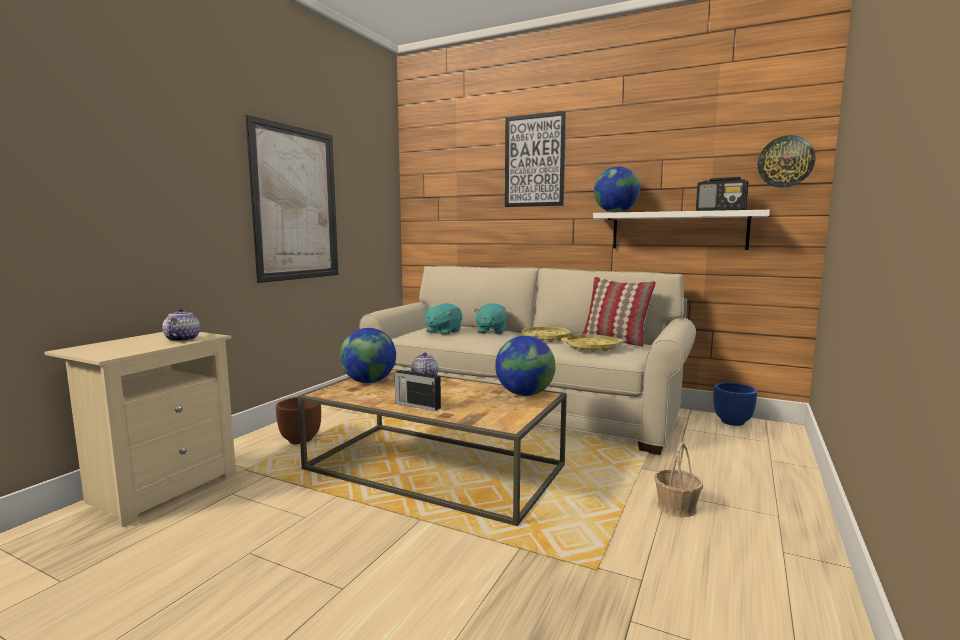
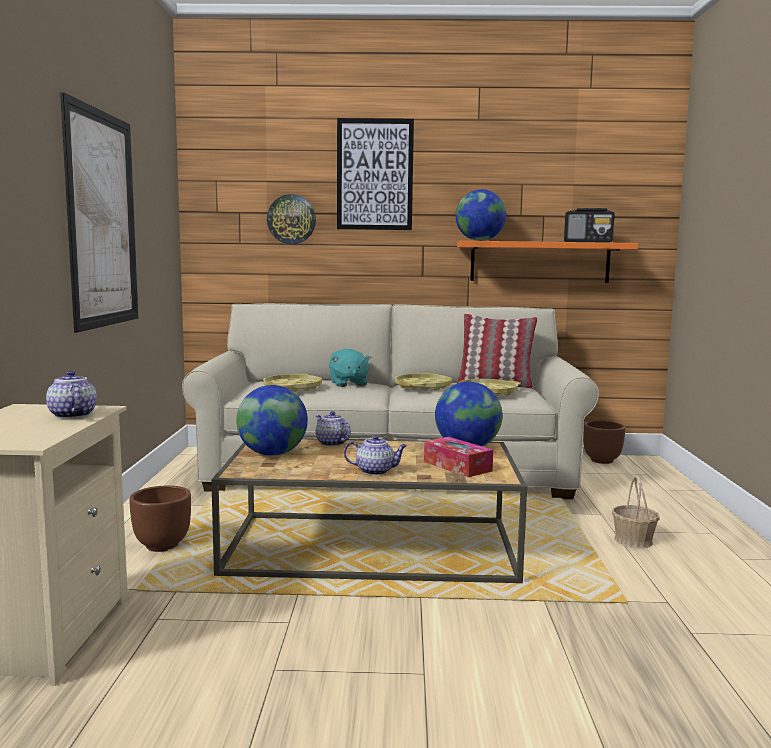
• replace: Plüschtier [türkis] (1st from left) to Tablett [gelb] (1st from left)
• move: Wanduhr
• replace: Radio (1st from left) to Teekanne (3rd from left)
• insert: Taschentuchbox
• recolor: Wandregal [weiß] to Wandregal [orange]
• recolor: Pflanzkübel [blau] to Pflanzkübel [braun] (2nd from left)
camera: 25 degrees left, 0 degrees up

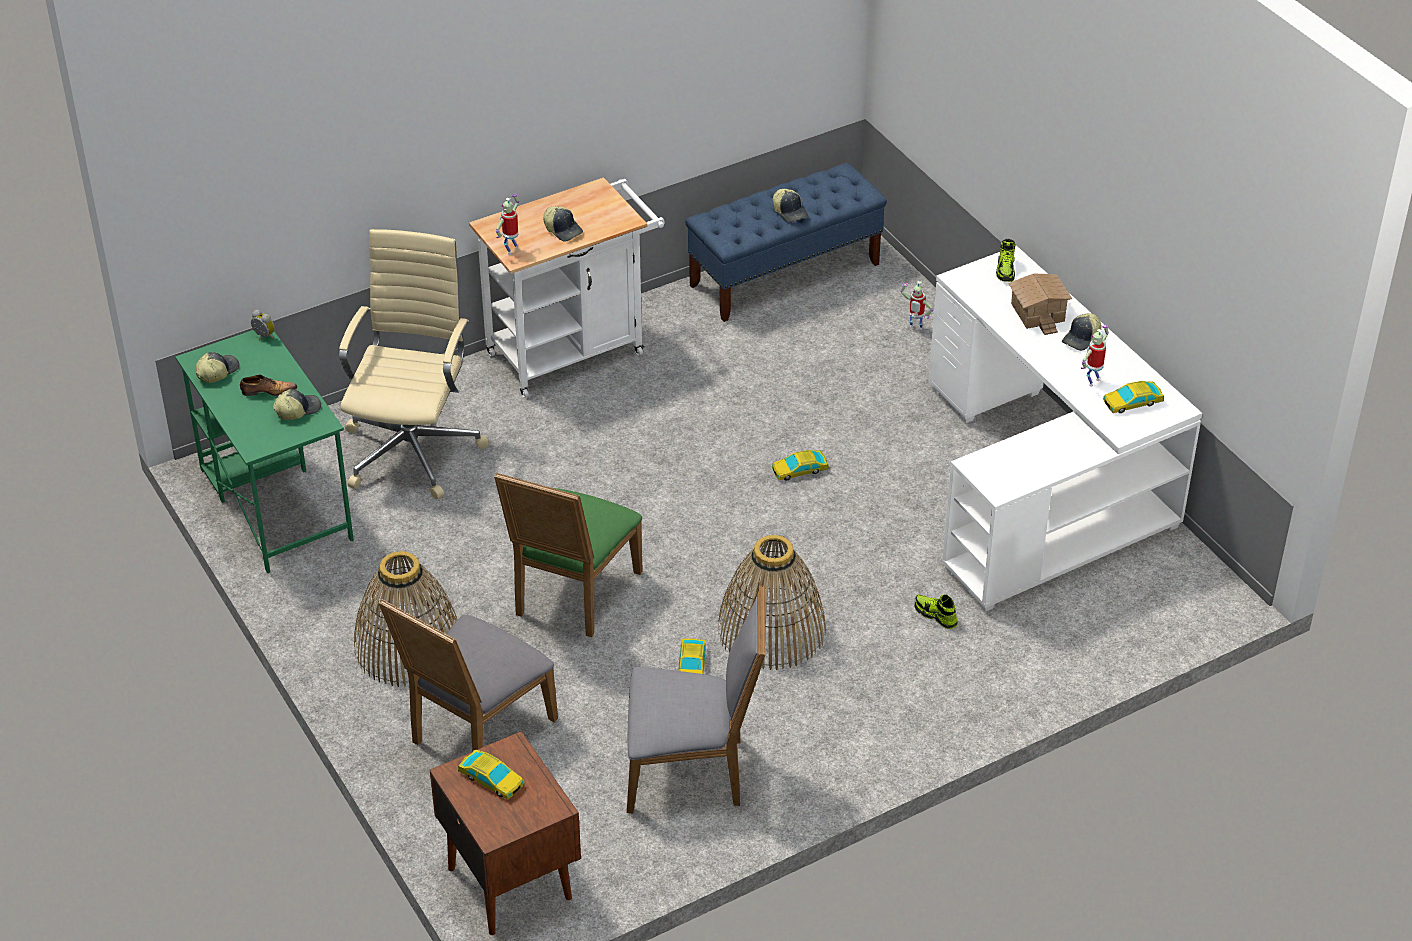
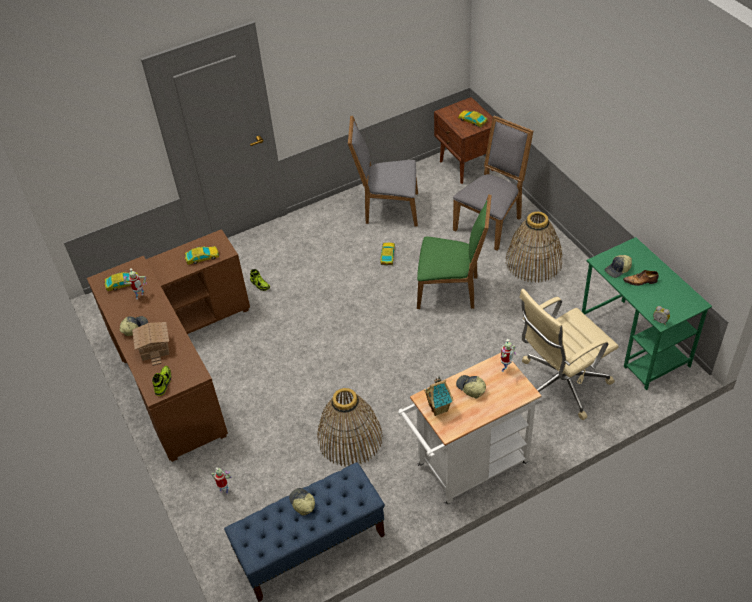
• recolor: Schreibtisch [weiß] to Schreibtisch [braun]
• move: Spielzeugauto (3rd from left in the first image) to Spielzeugauto (2nd from left)
• move: Korb (2nd from left in the first image) to Korb (1st from left)
• rotate: Stuhl [grün] 75 degrees clockwise
• insert: Spielzeughaus (2nd from left)
• rotate: Bürostuhl [beige] 45 degrees clockwise
• delete: Kappe (1st from left)
camera: 175 degrees left, 5 degrees up

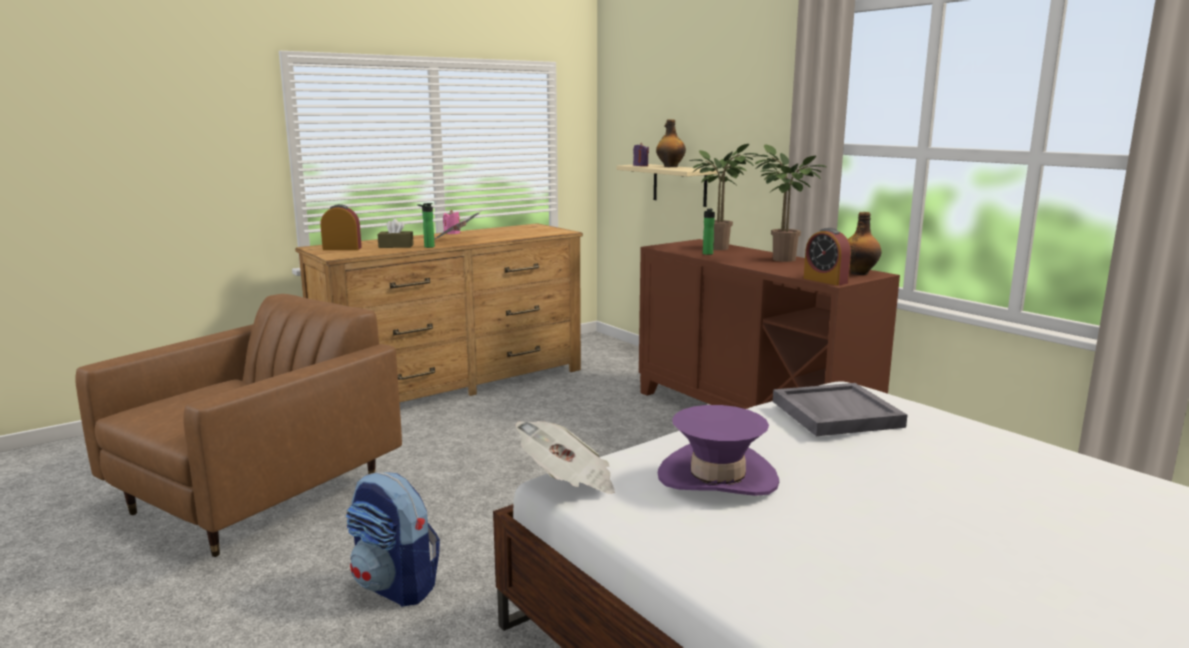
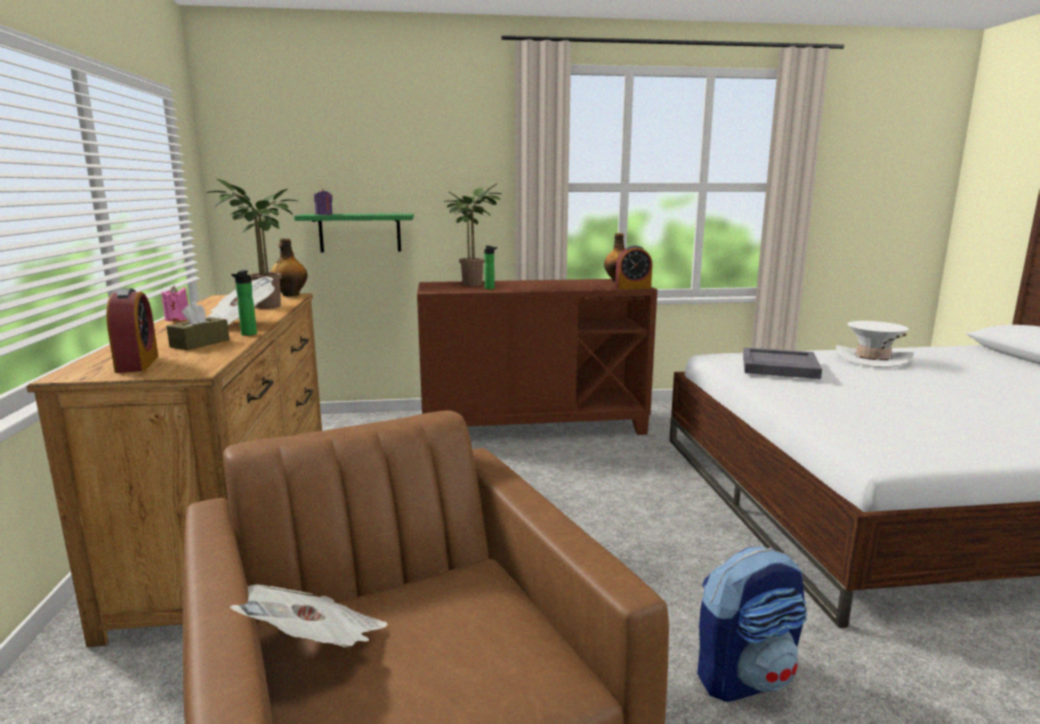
• rotate: Wecker (1st from left) 135 degrees clockwise
• move: Topfpflanze (2nd from left in the first image) to Topfpflanze (1st from left)
• move: Zeitung (2nd from left)
• move: Flasche (2nd from left)
• recolor: Wandregal [beige] to Wandregal [grün]
• insert: Hut [weiß]
• delete: Hut [lila]
camera: 60 degrees left, 0 degrees up

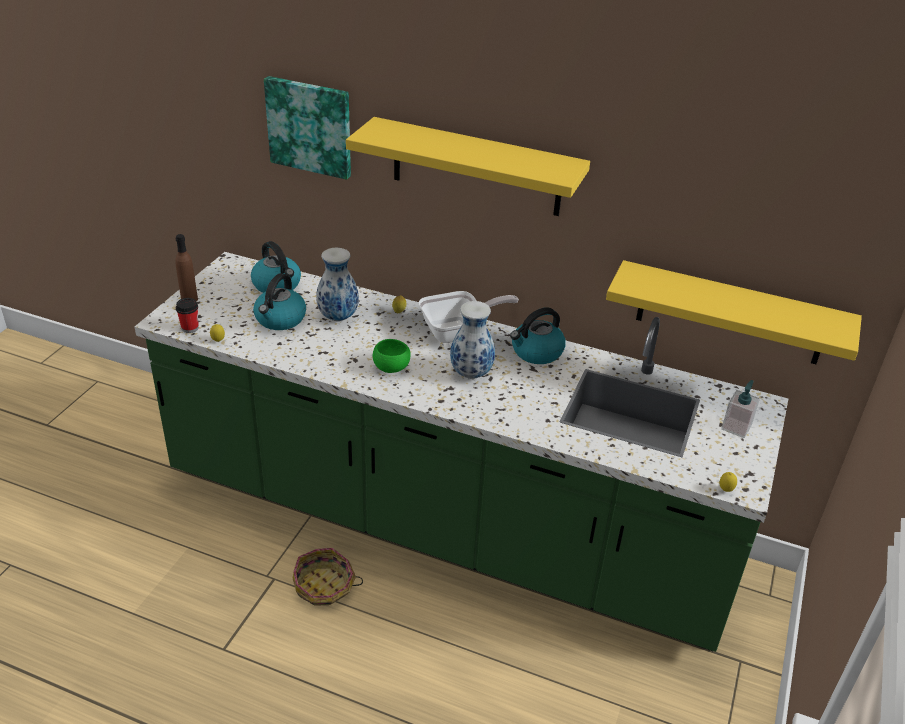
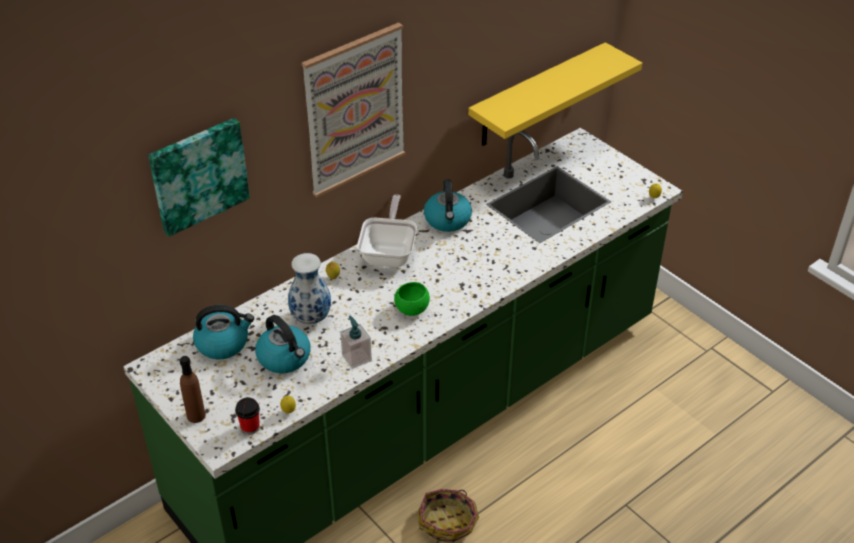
• replace: Wandregal [gelb] (1st from left) to Bild (2nd from left)
• move: Seifenspender
• delete: Vase (2nd from left)
camera: 60 degrees left, 5 degrees up

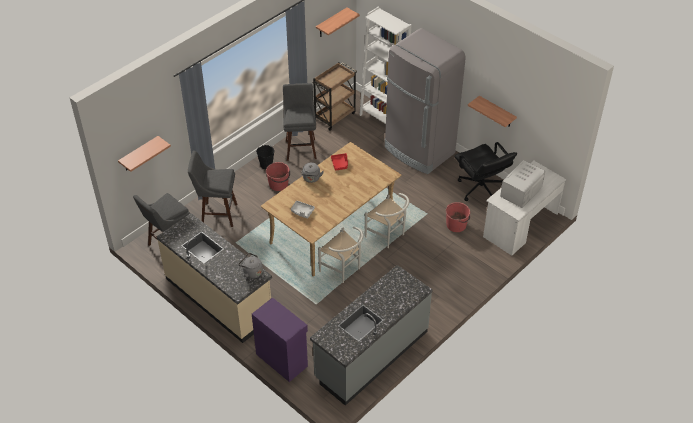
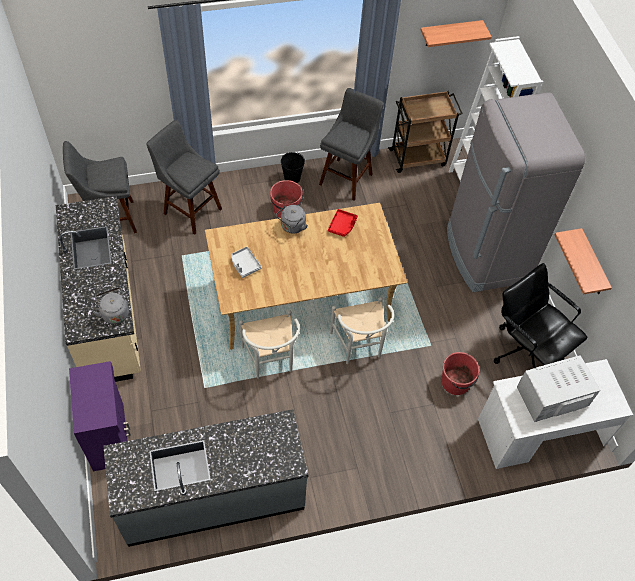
• rotate: Bürostuhl [schwarz] 135 degrees clockwise
• delete: Wandregal (1st from left)
camera: 30 degrees right, 10 degrees up

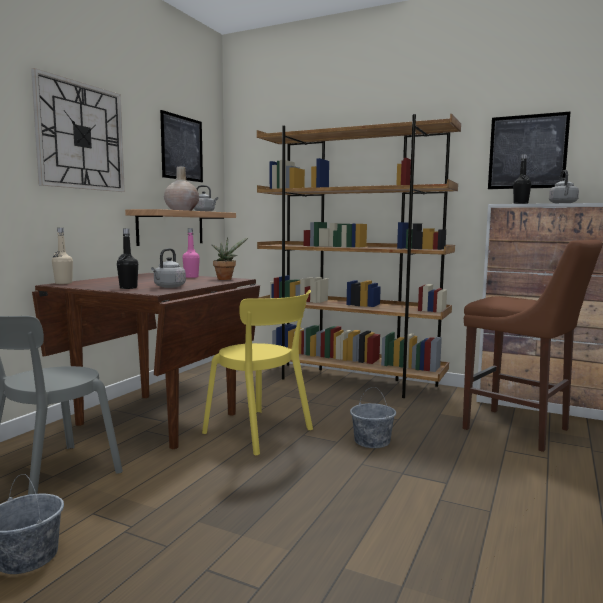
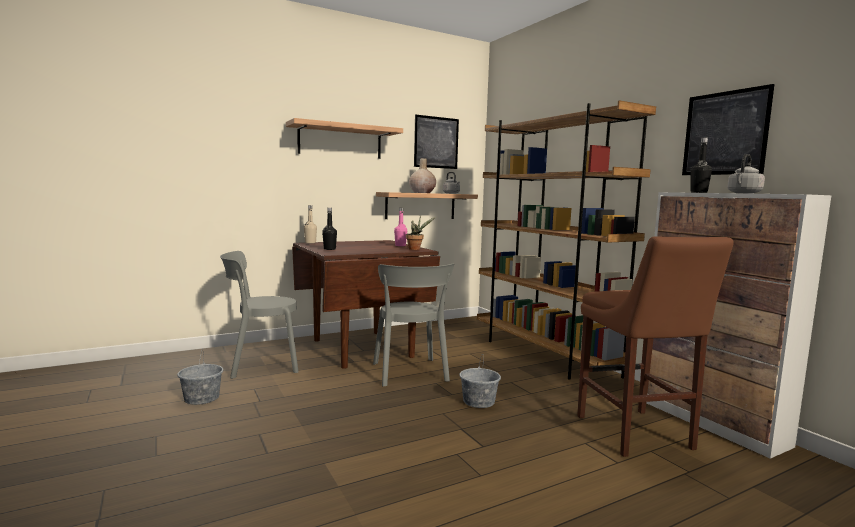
• replace: Wanduhr to Wandregal (1st from left)
• recolor: Stuhl [gelb] to Stuhl [grau] (2nd from left)
• delete: Wasserkessel [grau] (1st from left)
camera: 35 degrees right, 0 degrees up

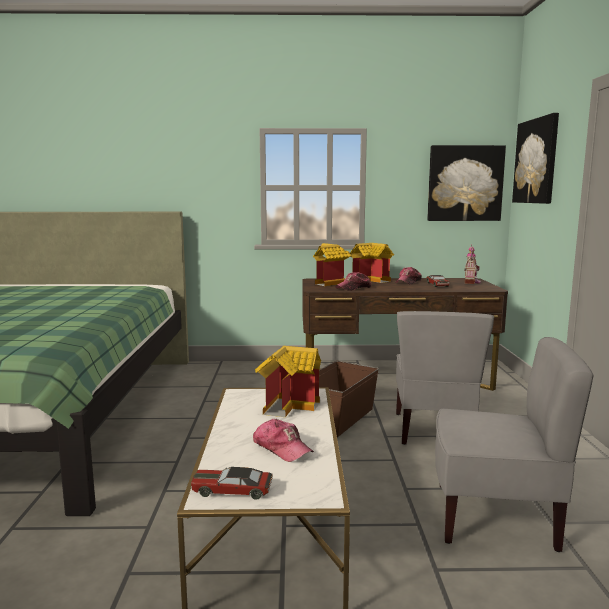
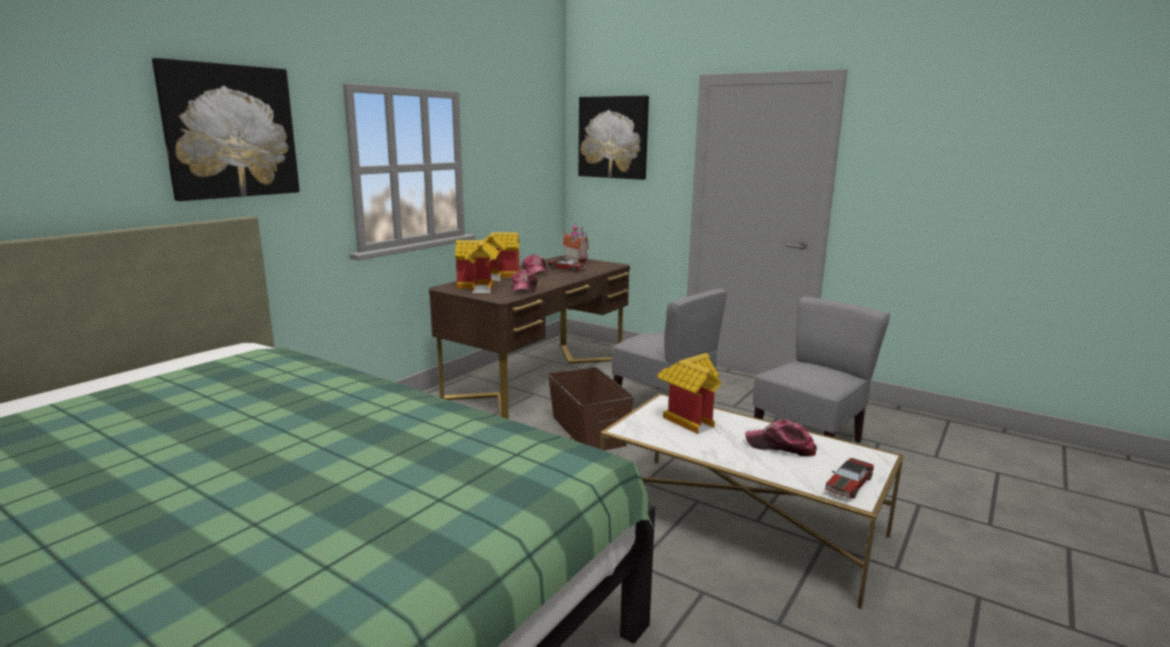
• move: Bild (1st from left)
• rotate: Kappe (1st from left in the first image) 150 degrees counterclockwise
camera: 55 degrees left, 5 degrees up

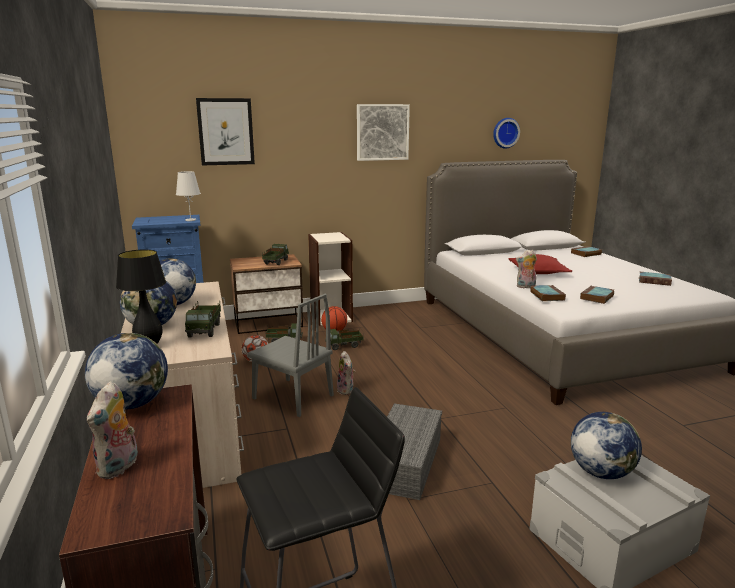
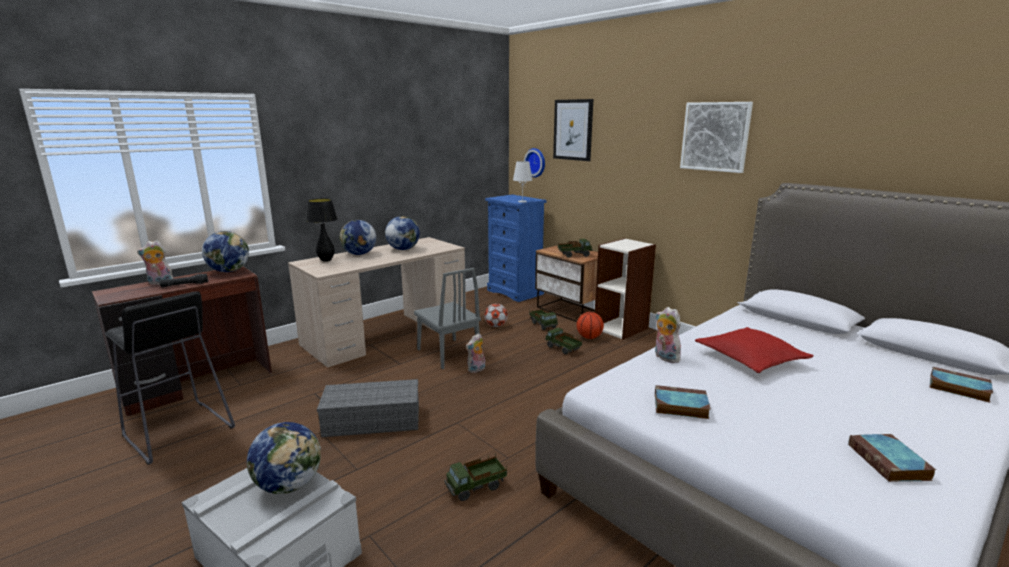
• insert: Taschenlampe [schwarz]
• rotate: Stuhl [grau] 45 degrees counterclockwise
• move: Spielzeuglaster (1st from left)
• move: Wanduhr
• delete: Buch (1st from left)
camera: 65 degrees right, 0 degrees up

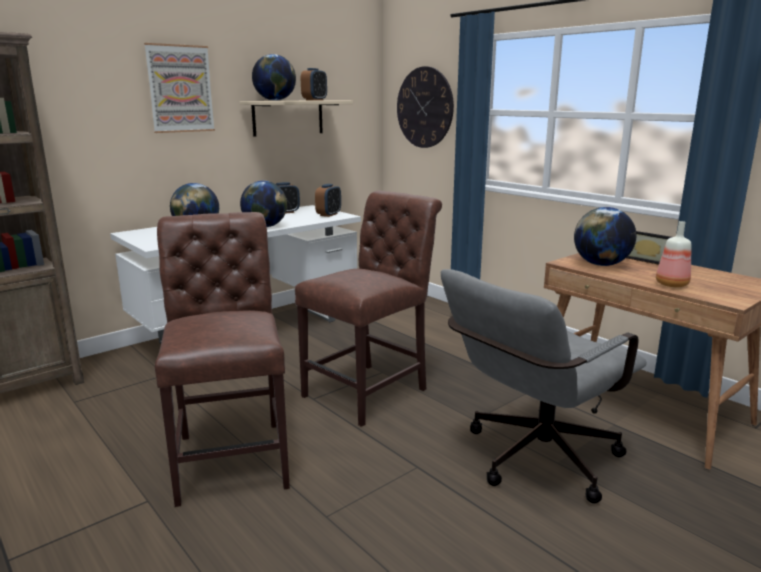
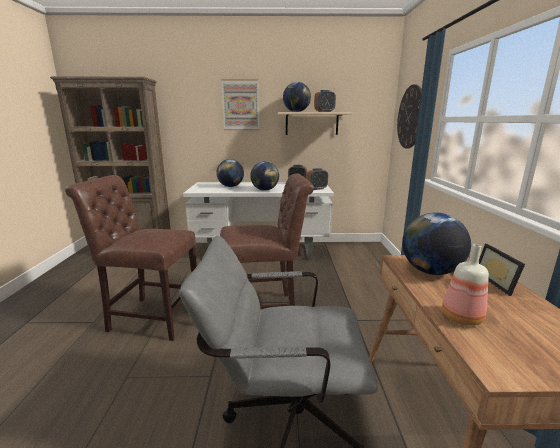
• rotate: Stuhl [braun] (1st from left) 105 degrees counterclockwise
camera: 40 degrees right, 0 degrees up

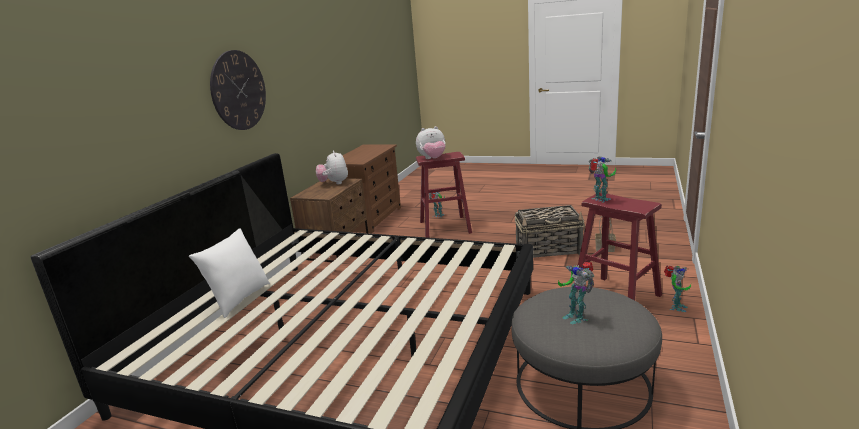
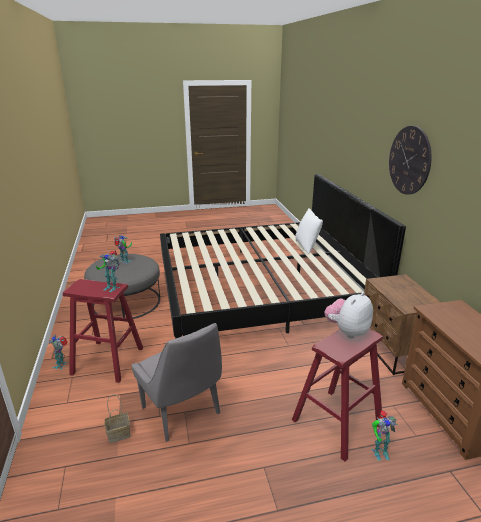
• replace: Korb (1st from left) to Stuhl [grau]
• delete: Plüschtier (1st from left)
camera: 145 degrees right, 5 degrees up

